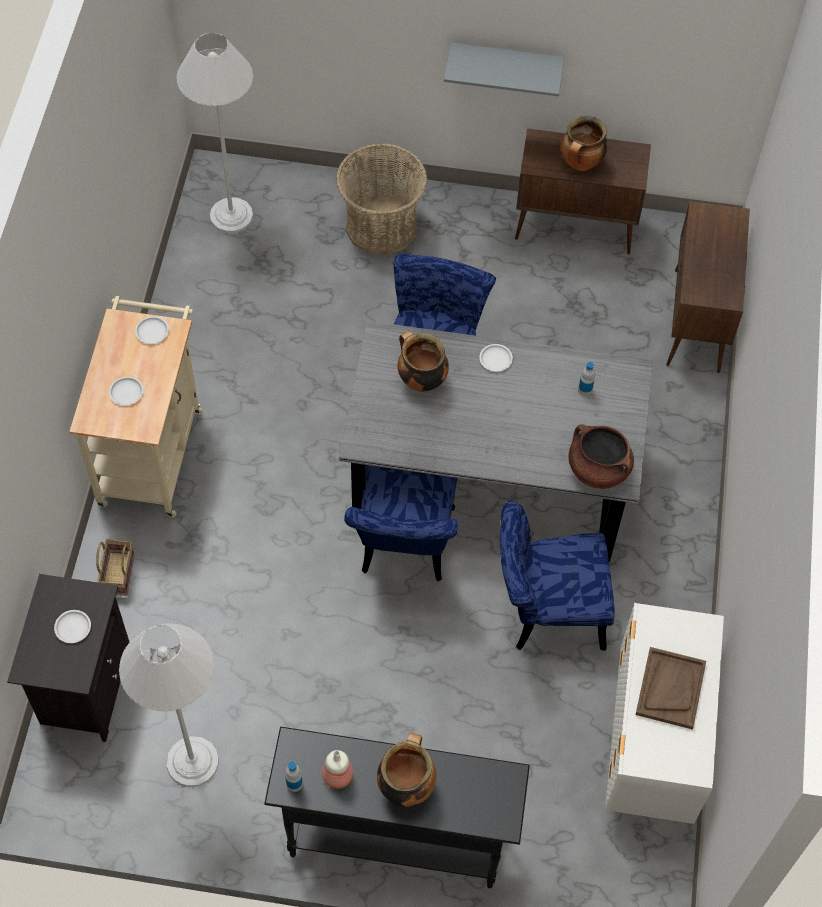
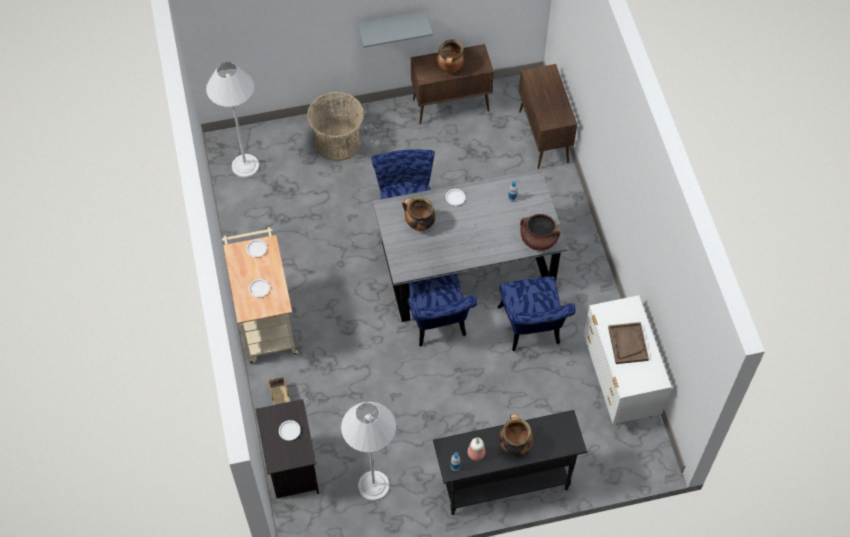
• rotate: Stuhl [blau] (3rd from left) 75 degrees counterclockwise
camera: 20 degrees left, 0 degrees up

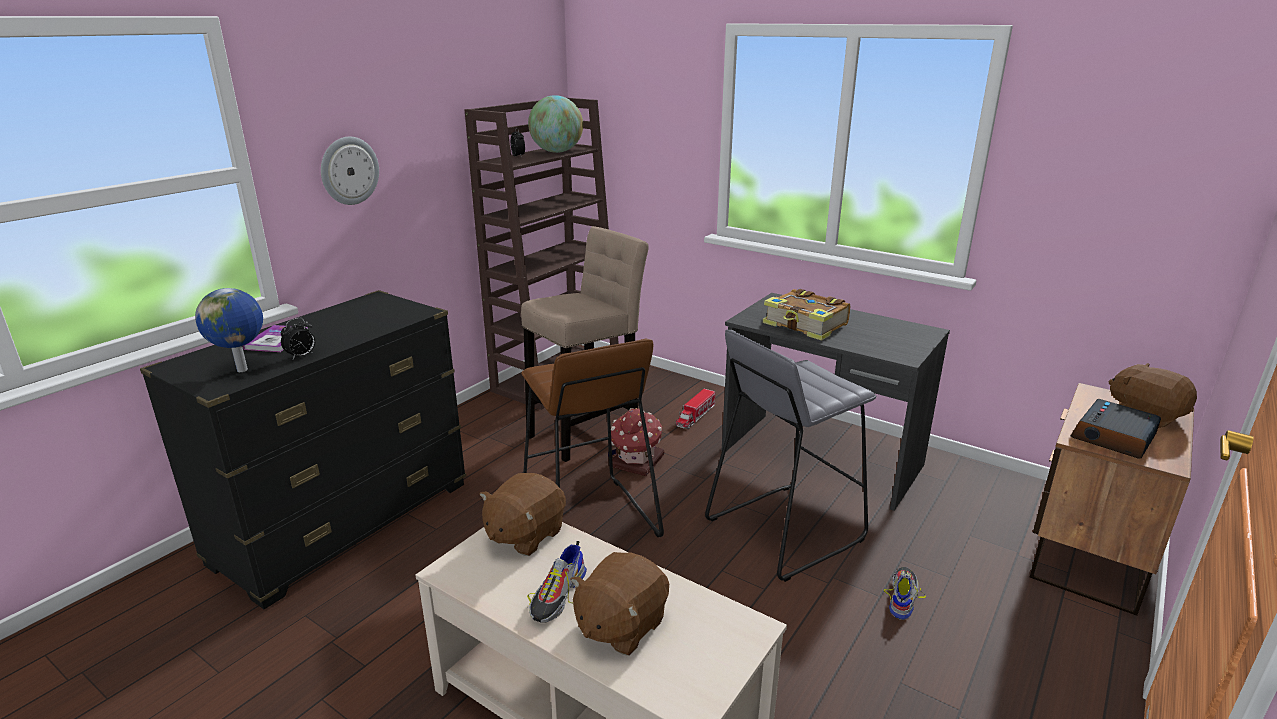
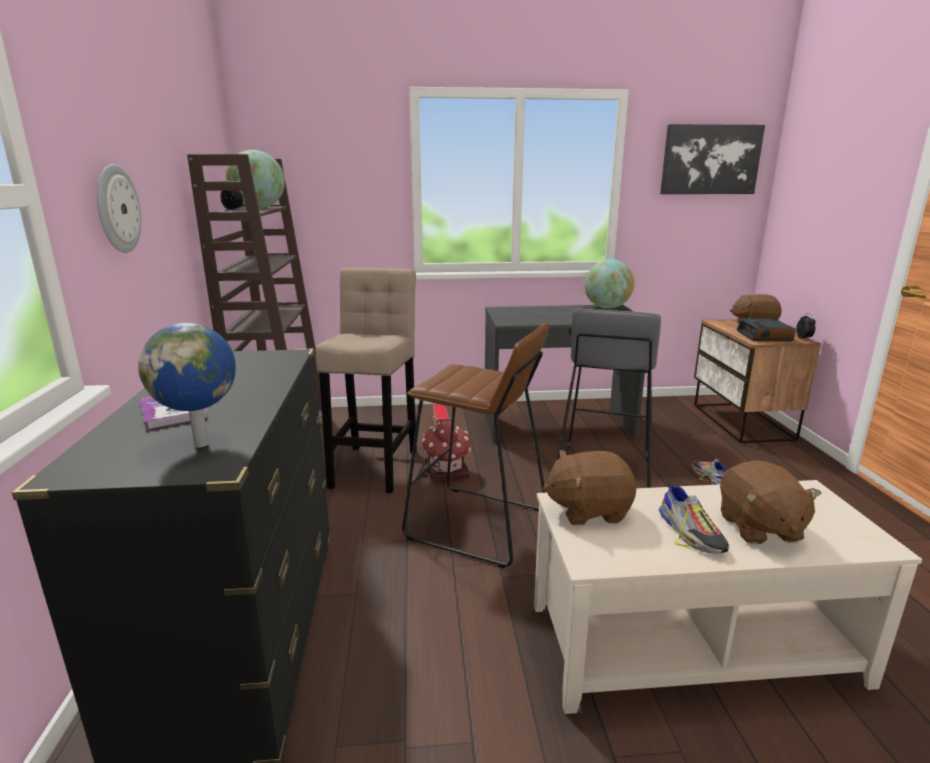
• rotate: Plüschtier [braun] (1st from left) 90 degrees clockwise
• insert: Globus (3rd from left)
• insert: Bild
• move: Wecker (1st from left in the first image) to Wecker (3rd from left)
• delete: Buch (2nd from left)
camera: 40 degrees left, 5 degrees down

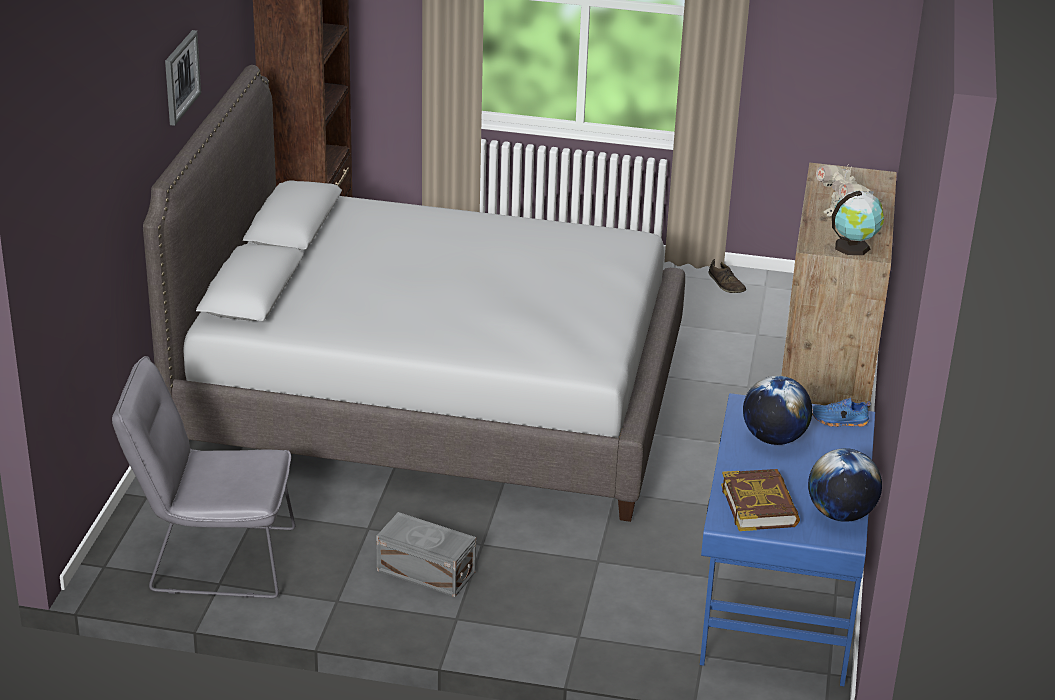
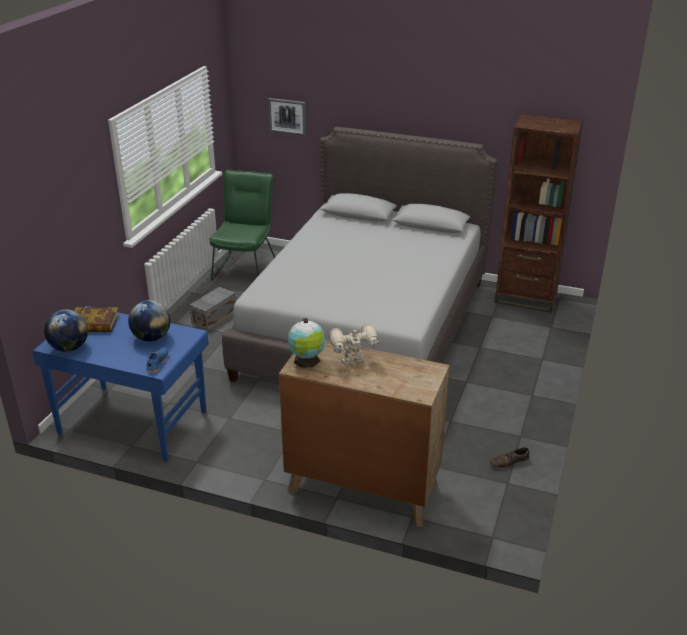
• recolor: Stuhl [grau] to Stuhl [grün]
• move: Bild
camera: 100 degrees right, 0 degrees up

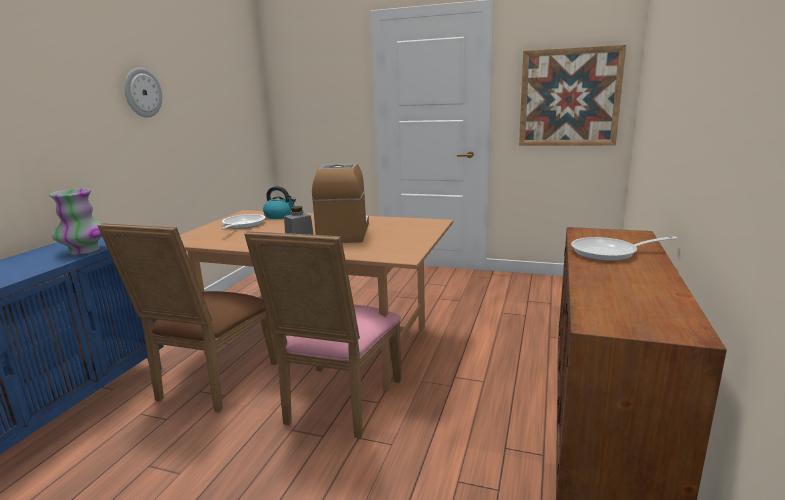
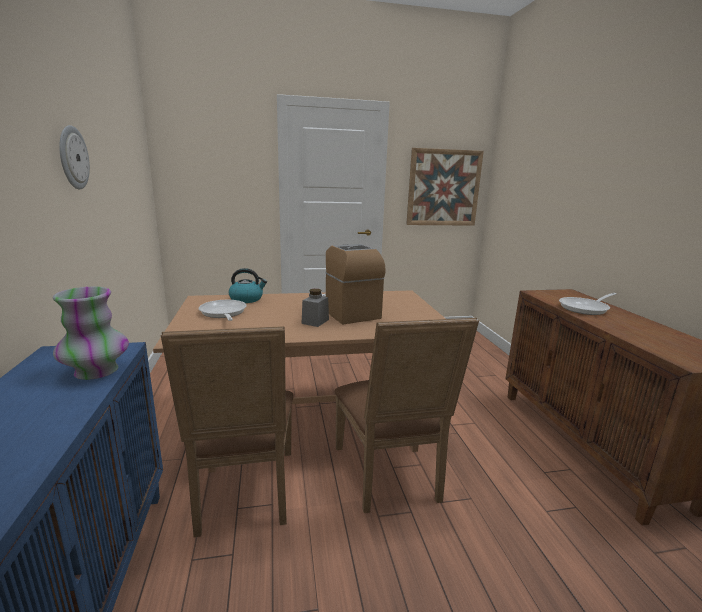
• recolor: Stuhl [rosa] to Stuhl [braun] (2nd from left)
camera: 30 degrees left, 0 degrees up

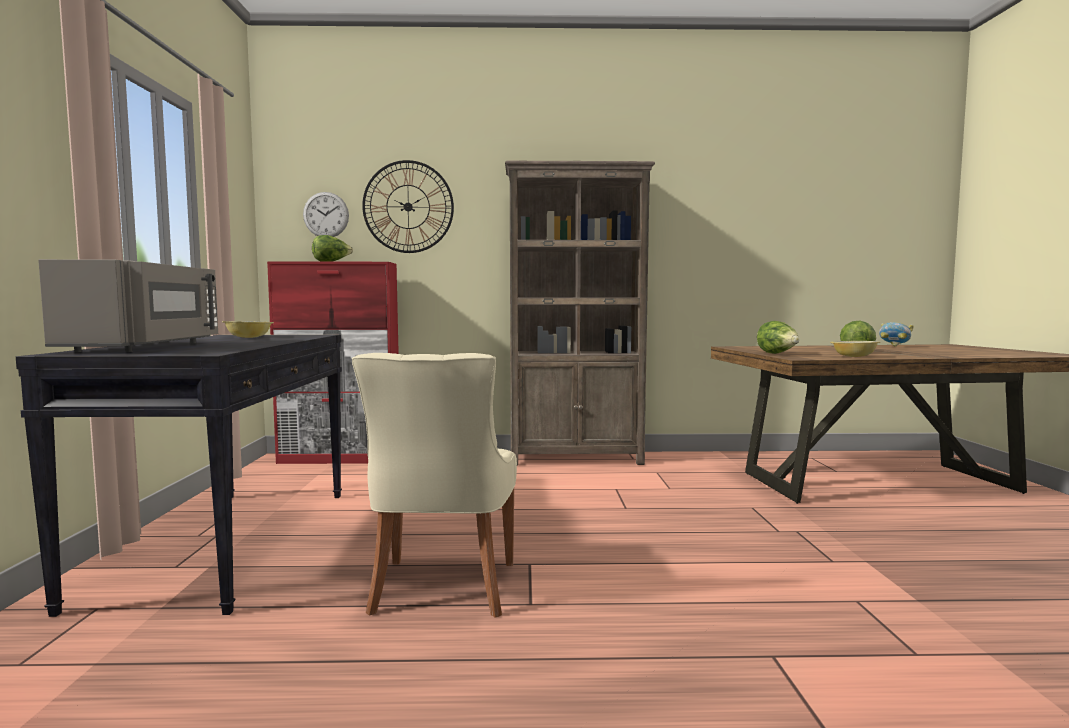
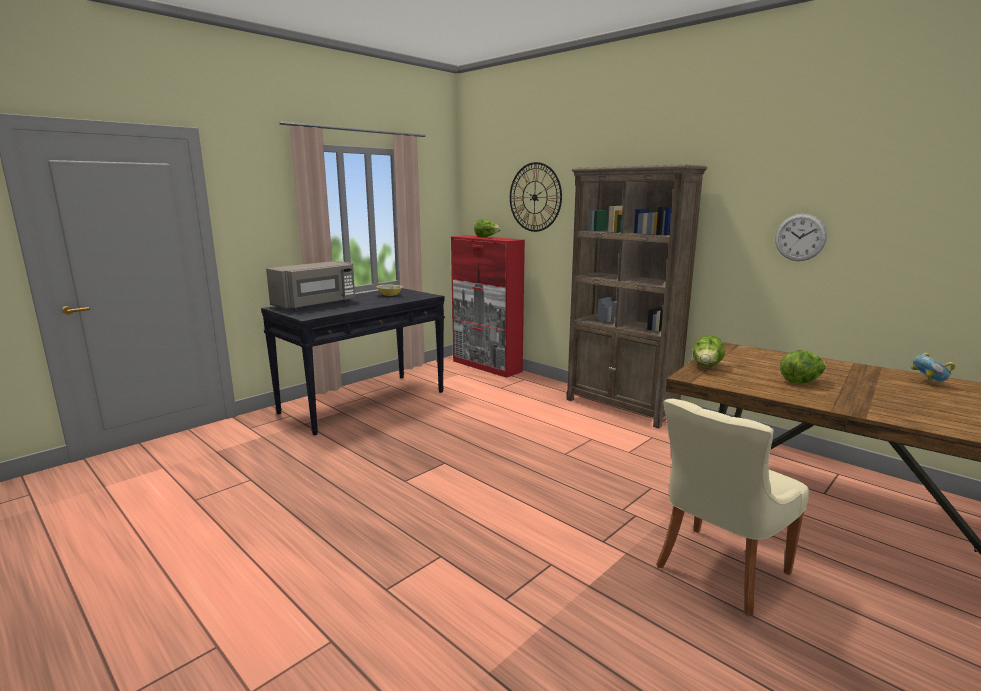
• move: Stuhl [beige]
• move: Wanduhr (1st from left in the first image) to Wanduhr (2nd from left)
• delete: Schüssel (2nd from left)
camera: 45 degrees right, 10 degrees up

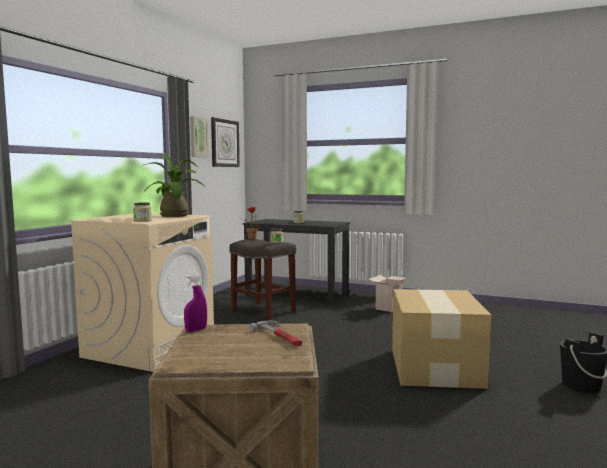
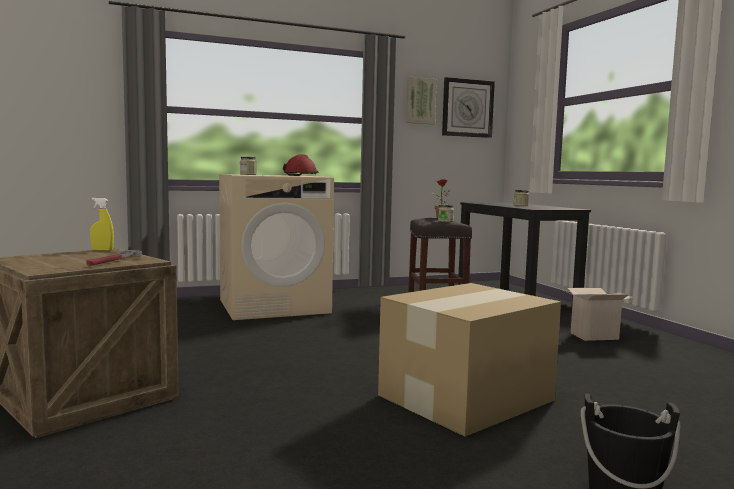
• recolor: Sprühflasche [lila] to Sprühflasche [gelb]
• replace: Topfpflanze (1st from left) to Schutzhelm [rot]
camera: 45 degrees right, 0 degrees up

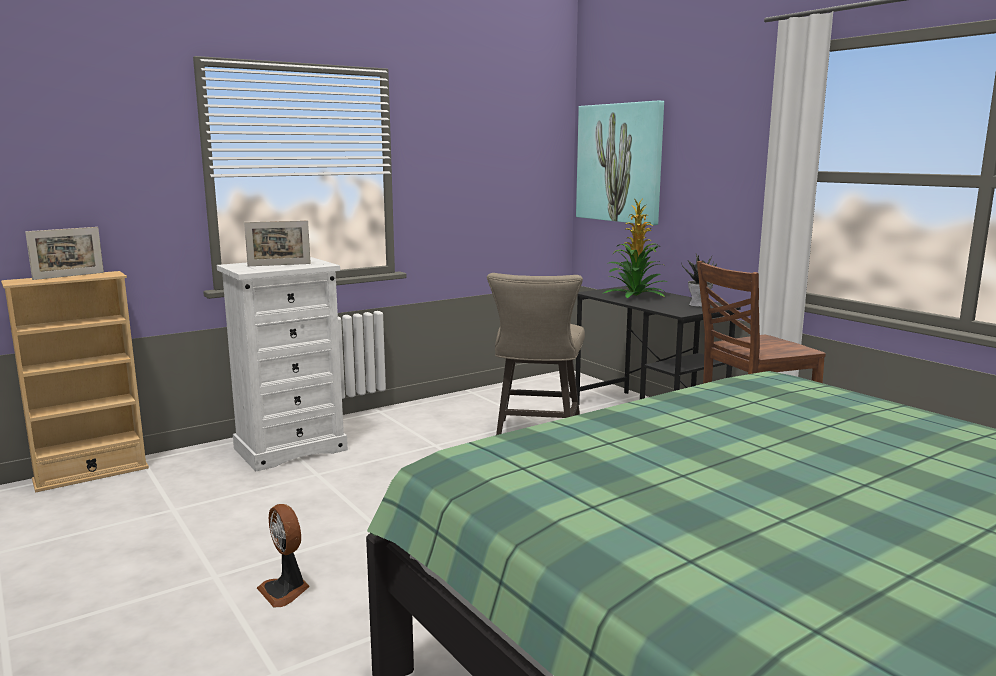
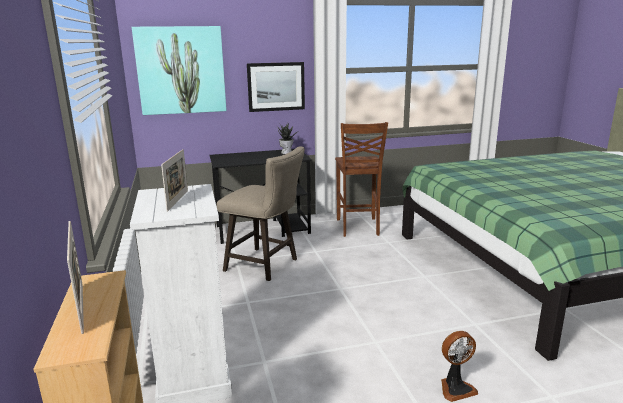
• insert: Bild (2nd from left)
• delete: Topfpflanze (1st from left)
camera: 70 degrees left, 5 degrees up

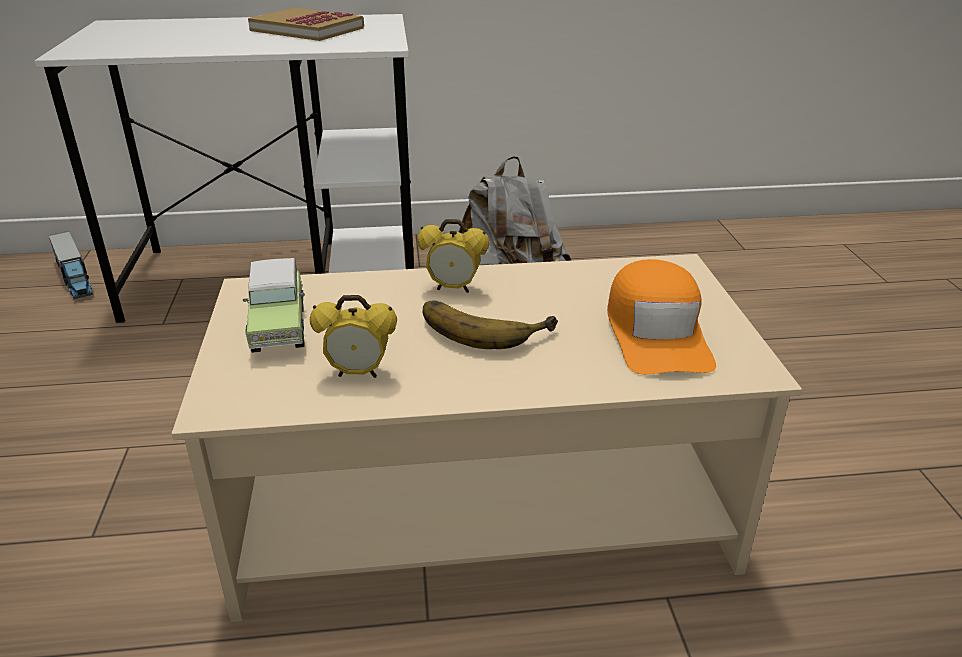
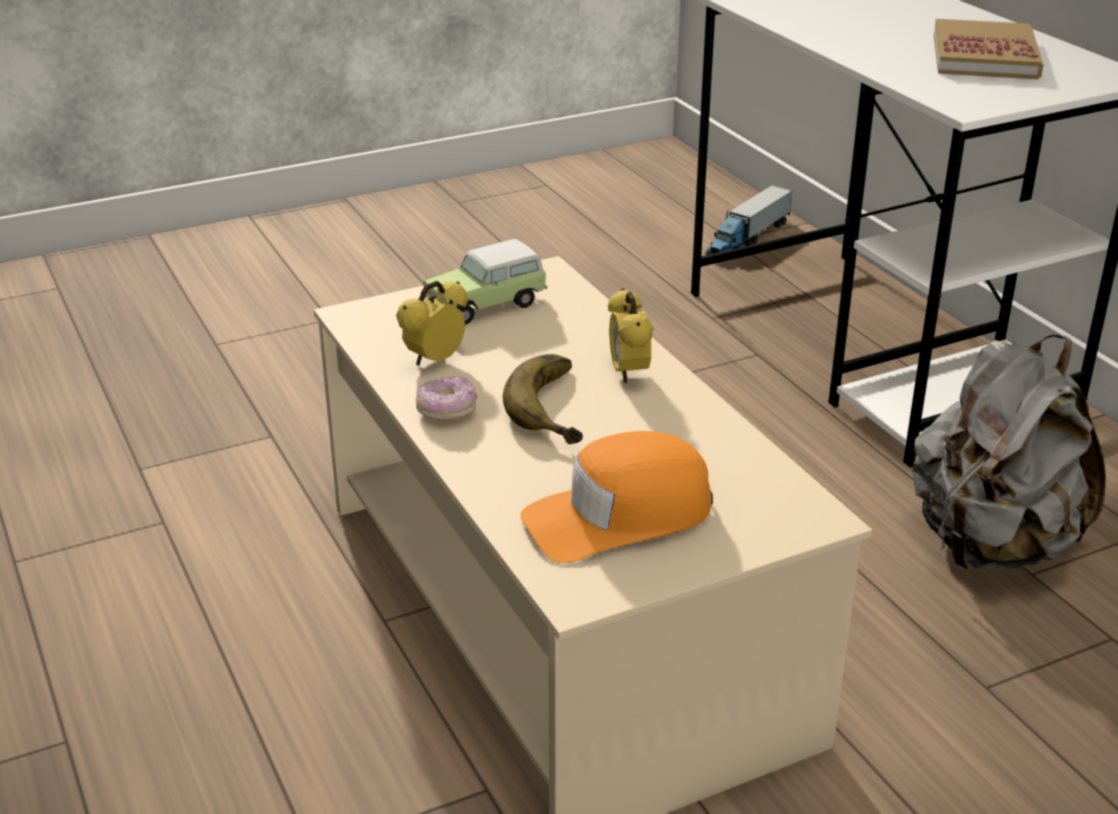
• rotate: Wecker (1st from left) 60 degrees clockwise
• insert: Donut
camera: 70 degrees right, 0 degrees up

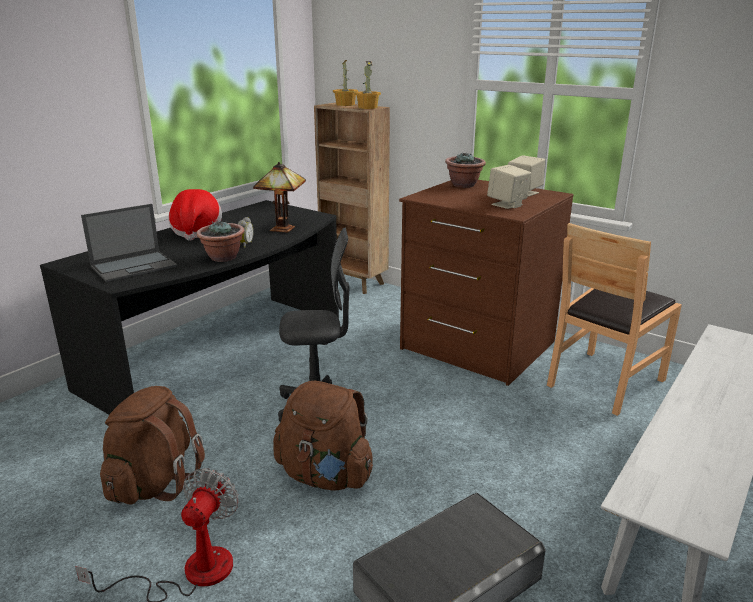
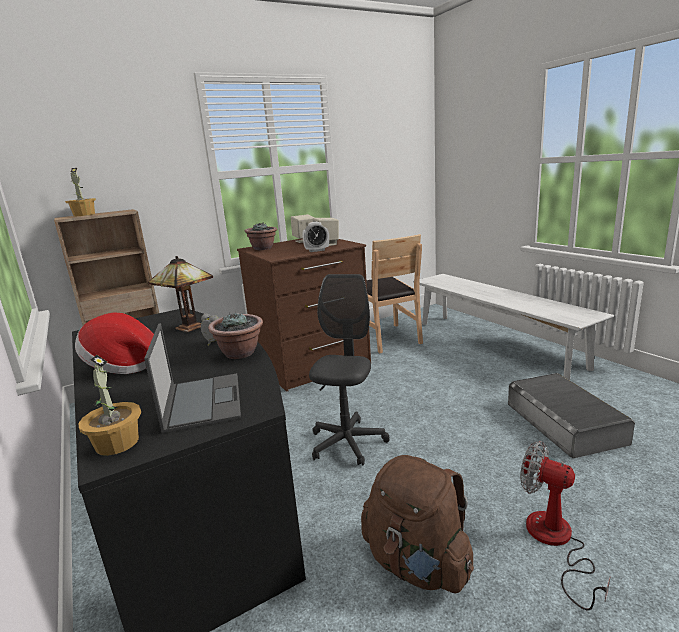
• move: Topfpflanze (3rd from left in the first image) to Topfpflanze (2nd from left)
• insert: Wecker (2nd from left)
• delete: Rucksack [braun] (2nd from left)
camera: 65 degrees left, 5 degrees down

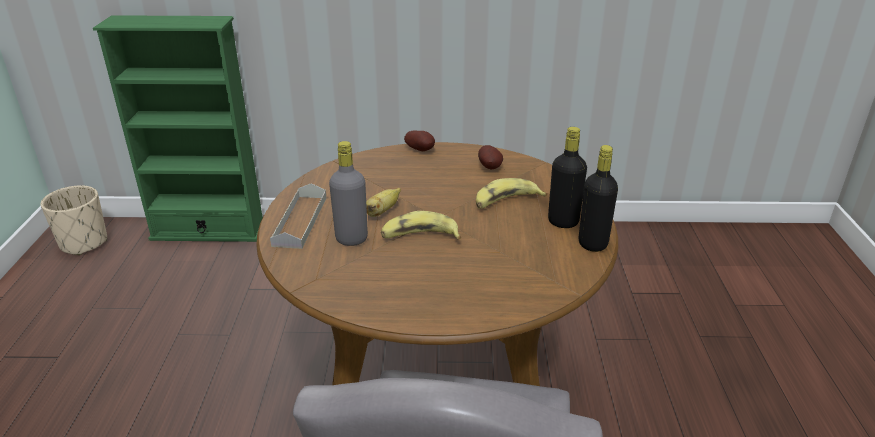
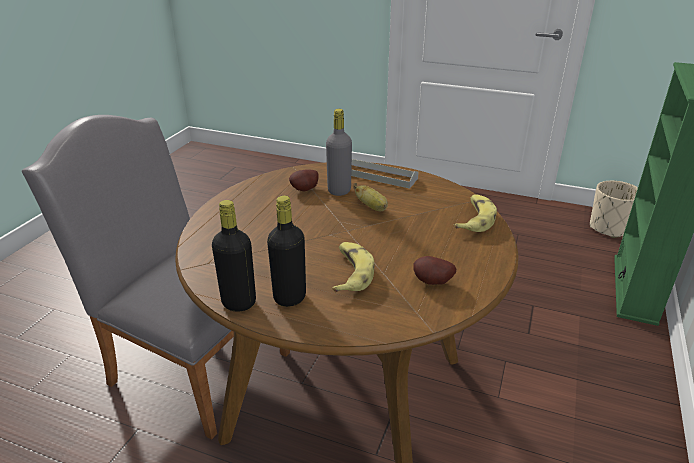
• move: Kartoffel (1st from left)
• move: Banane (2nd from left in the first image) to Banane (3rd from left)
camera: 110 degrees right, 0 degrees up

